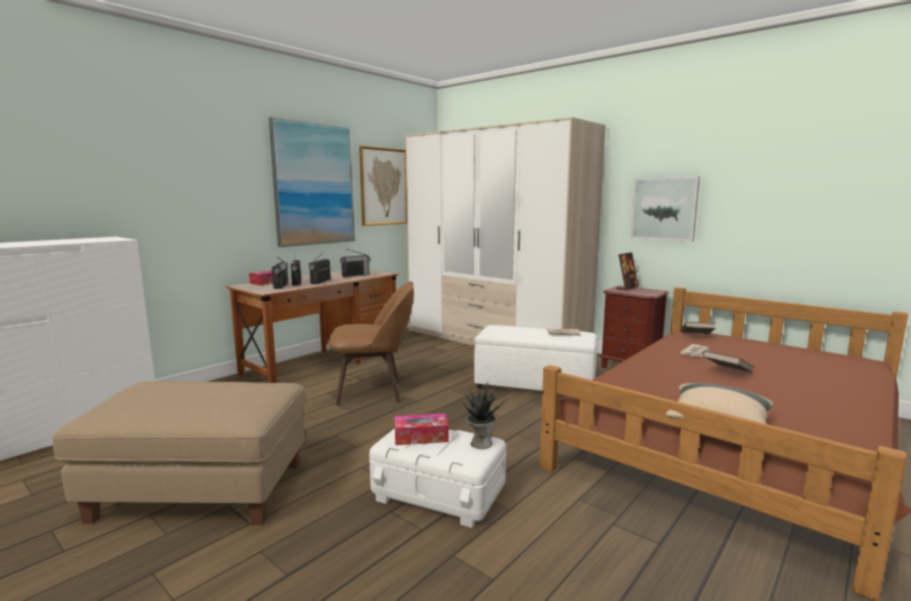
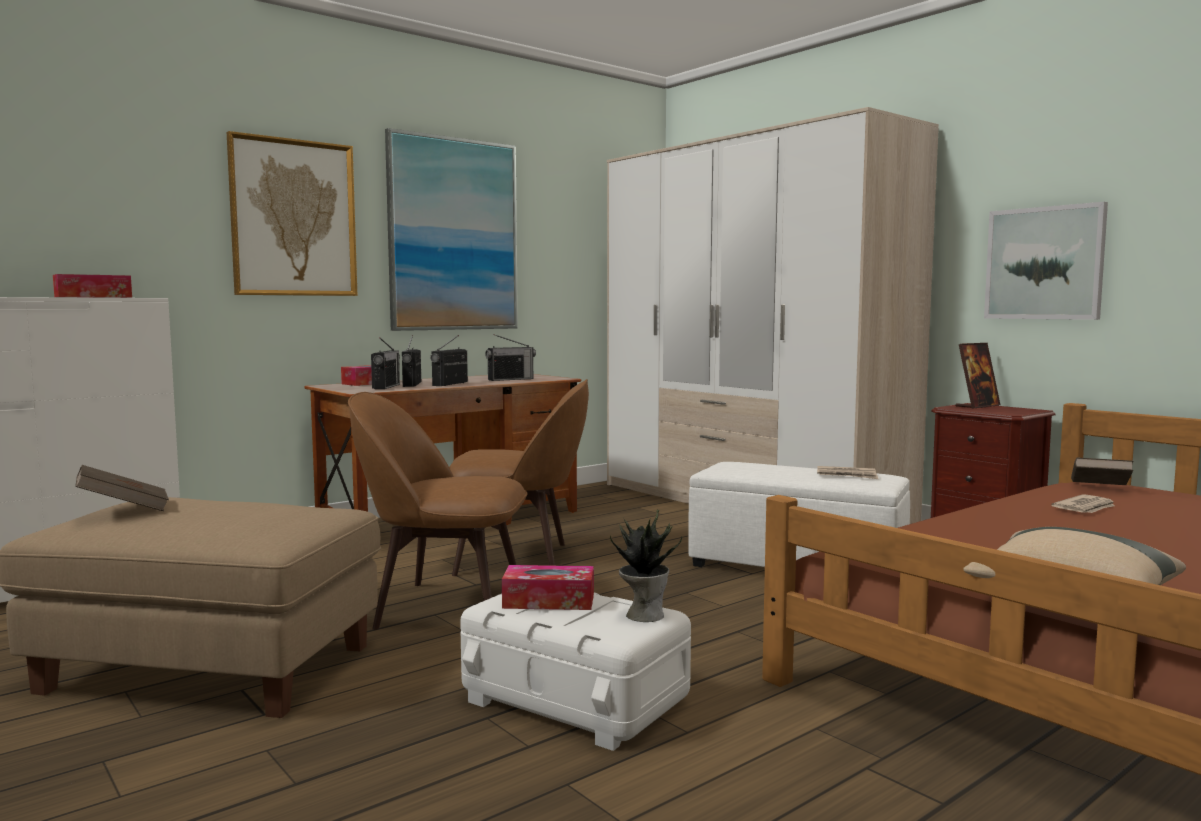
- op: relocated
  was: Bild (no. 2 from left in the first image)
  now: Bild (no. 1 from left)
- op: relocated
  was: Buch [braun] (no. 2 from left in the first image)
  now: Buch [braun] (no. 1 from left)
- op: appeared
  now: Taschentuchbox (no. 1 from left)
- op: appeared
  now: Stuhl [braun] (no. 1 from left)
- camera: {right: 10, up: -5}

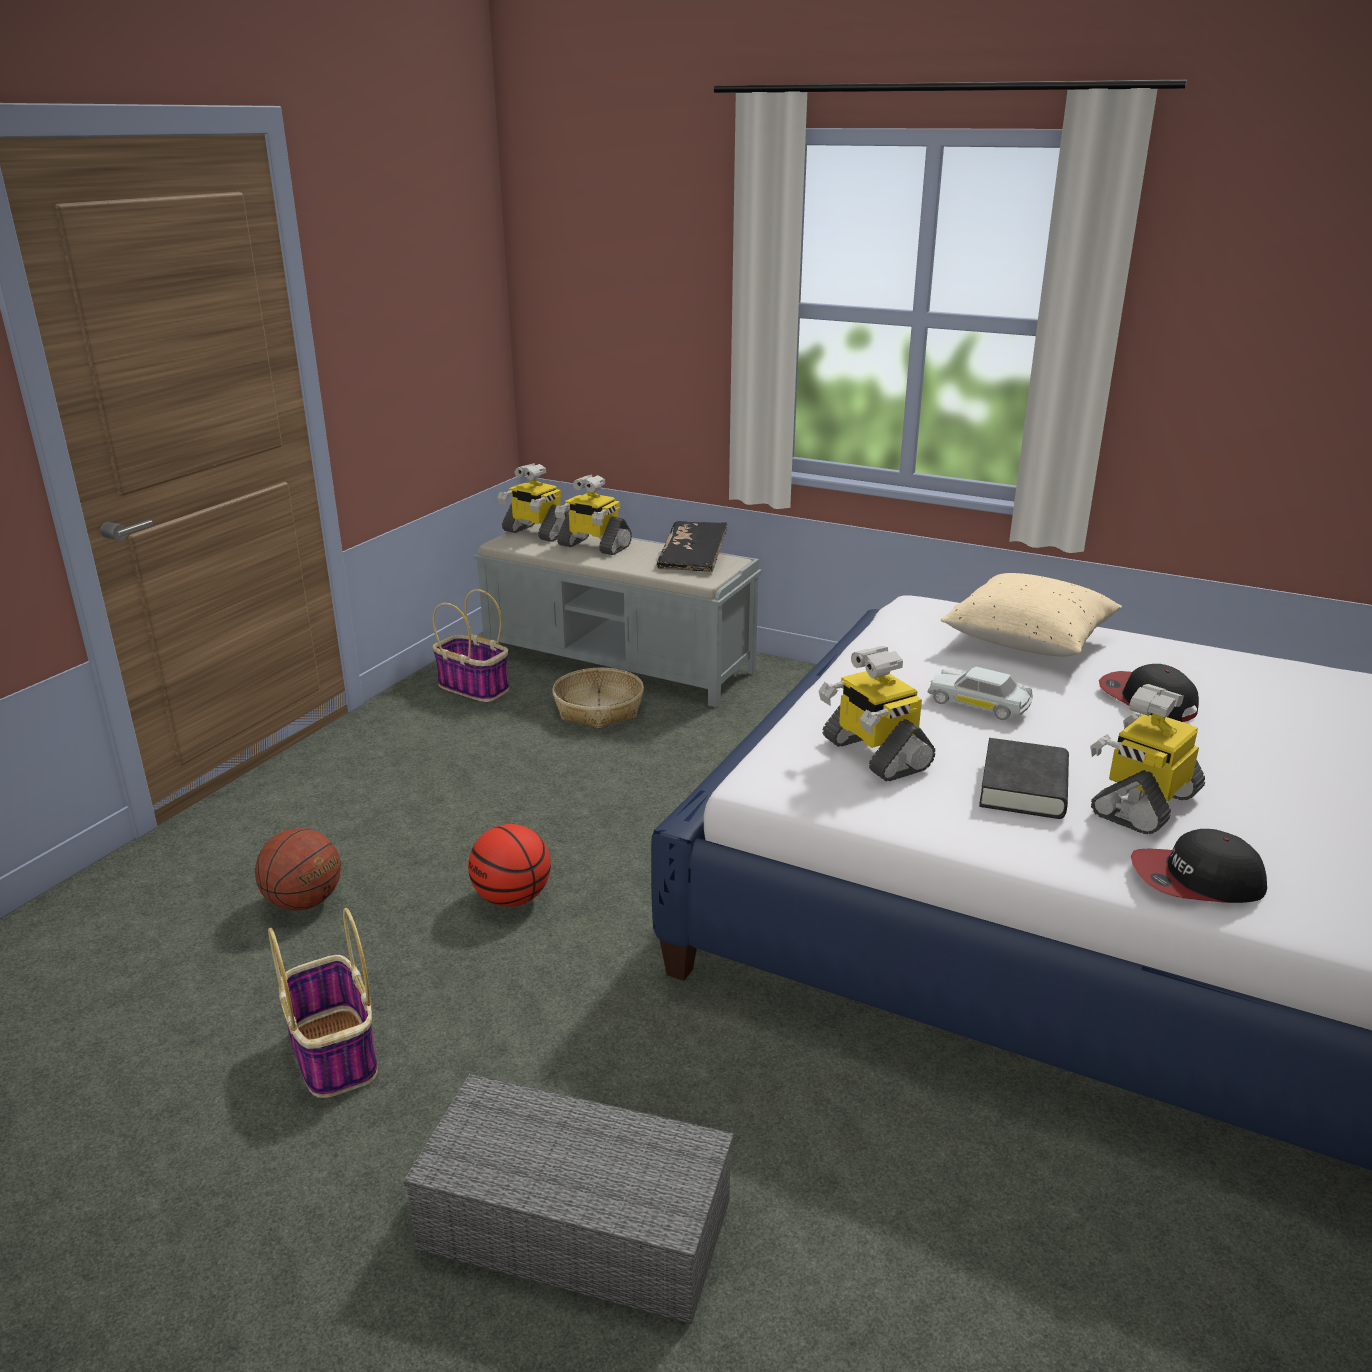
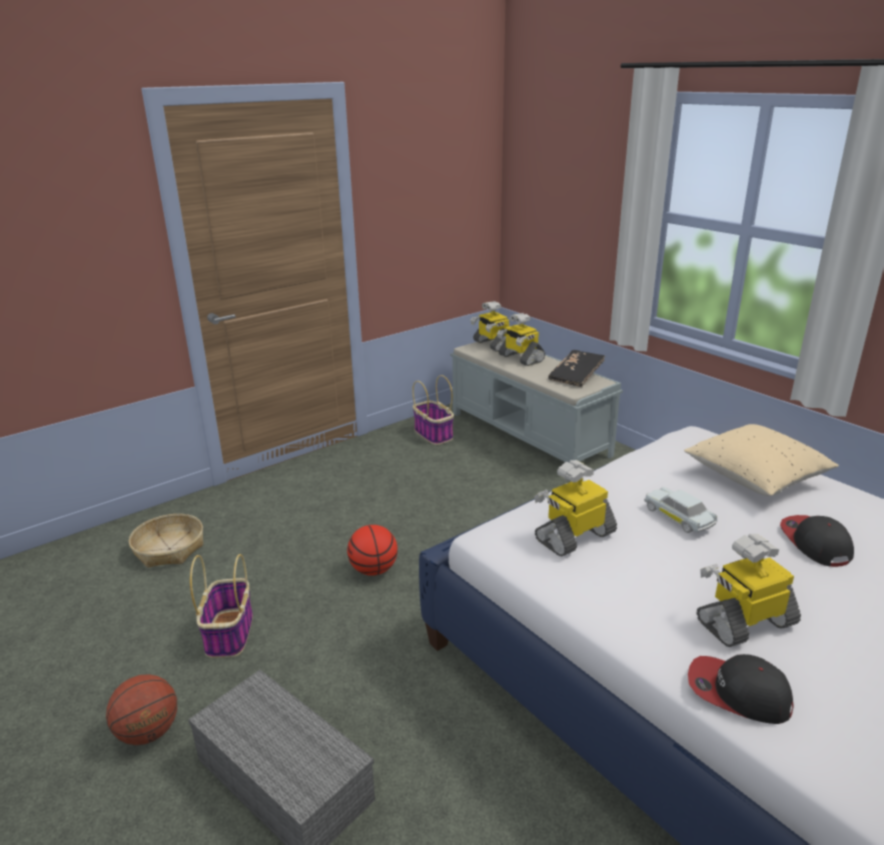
- op: relocated
  was: Basketball (no. 1 from left)
- op: relocated
  was: Korb (no. 3 from left in the first image)
  now: Korb (no. 1 from left)
- op: spun
  was: Spielzeugroboter (no. 3 from left)
  clockwise: 60
- op: missing
  was: Buch [schwarz] (no. 2 from left)
- camera: {right: 25, up: 0}

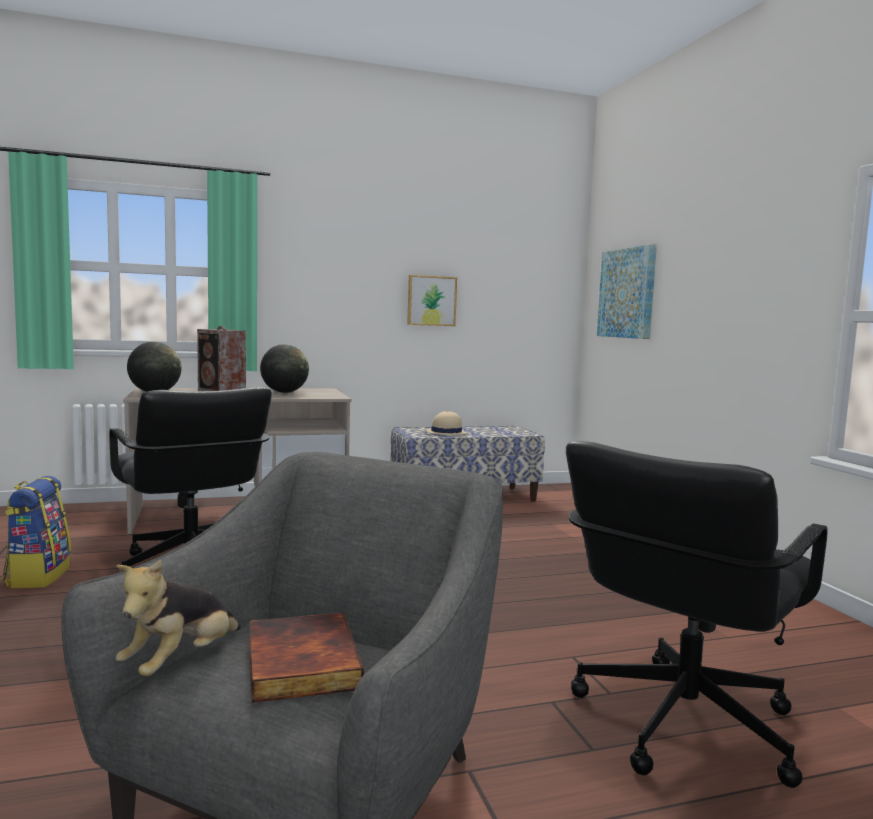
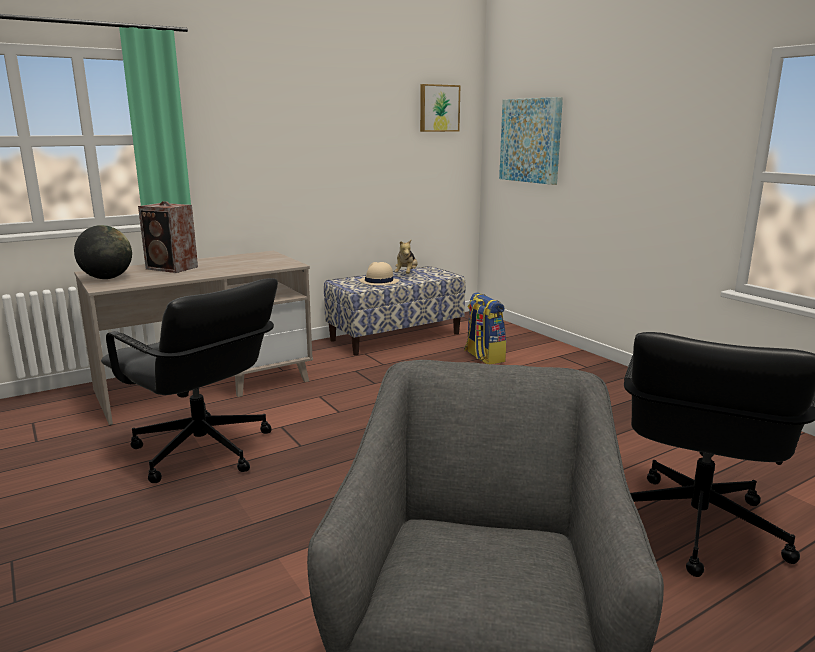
- op: relocated
  was: Rucksack
- op: relocated
  was: Plüschtier
- op: missing
  was: Buch
- op: missing
  was: Globus (no. 2 from left)
- op: relocated
  was: Bild (no. 1 from left)
- camera: {right: -15, up: 10}

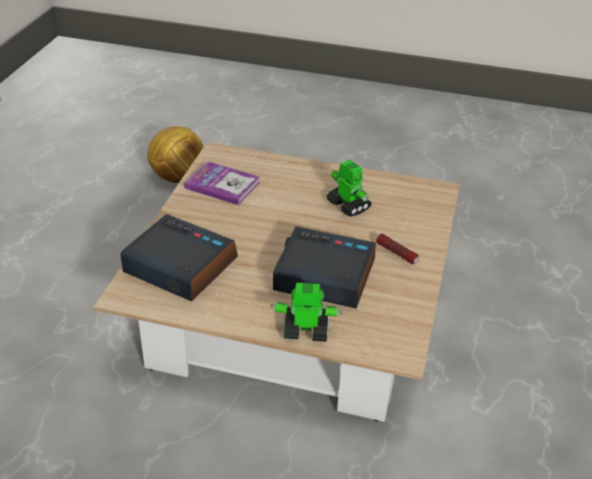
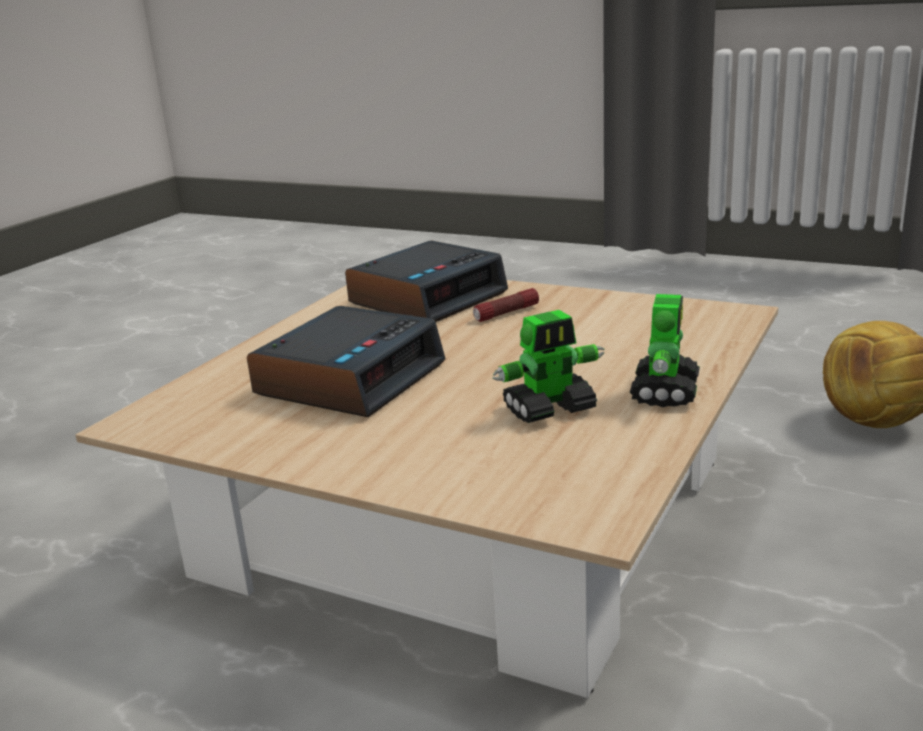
- op: missing
  was: Buch
- op: relocated
  was: Spielzeugroboter (no. 1 from left in the first image)
  now: Spielzeugroboter (no. 2 from left)
- op: relocated
  was: Taschenlampe
- camera: {right: 105, up: -15}

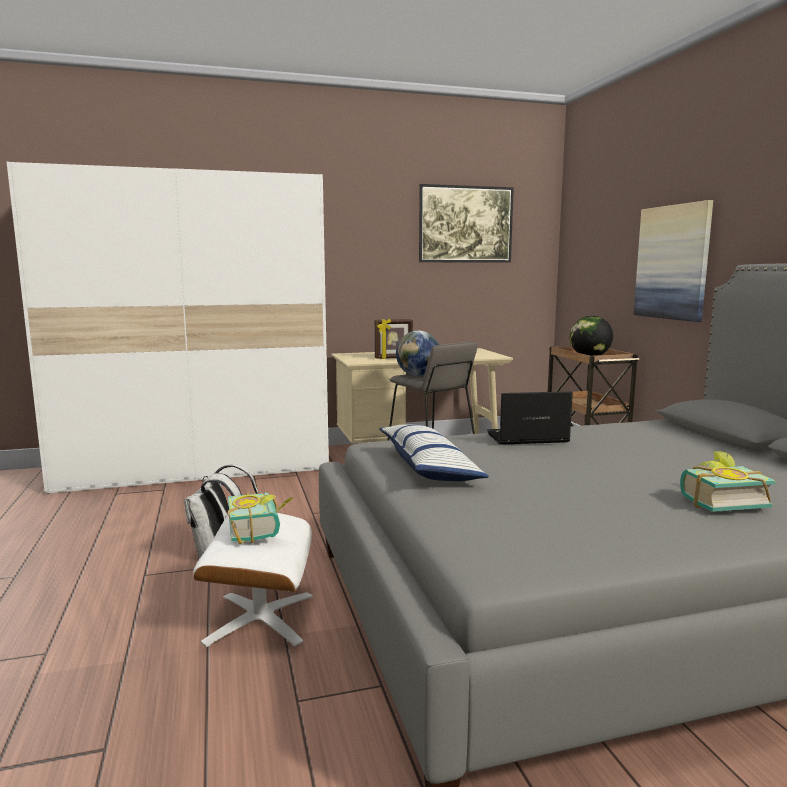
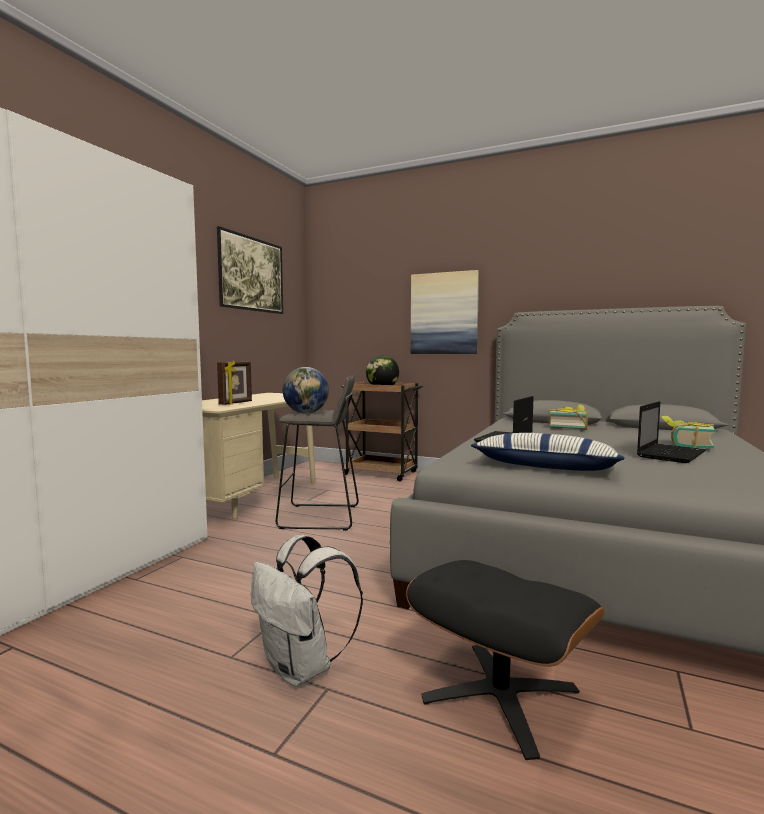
- op: colour
  was: Polsterhocker [weiß]
  now: Polsterhocker [schwarz]
- op: relocated
  was: Buch (no. 1 from left)
- op: appeared
  now: Laptop (no. 2 from left)
- camera: {right: -50, up: -5}

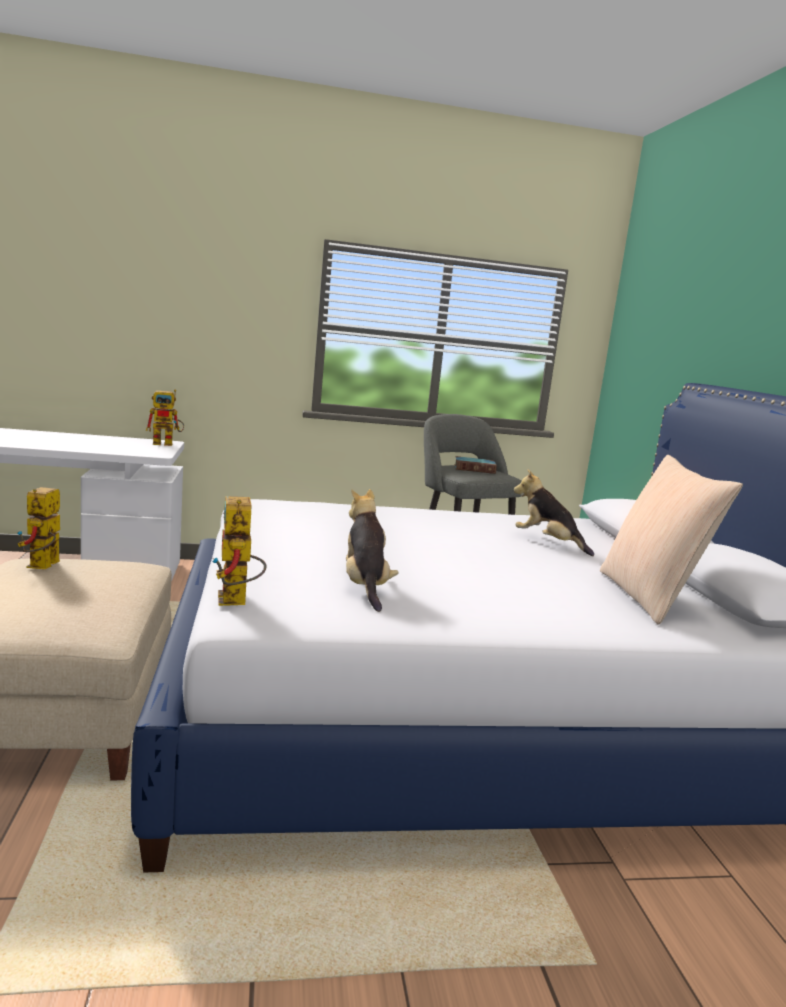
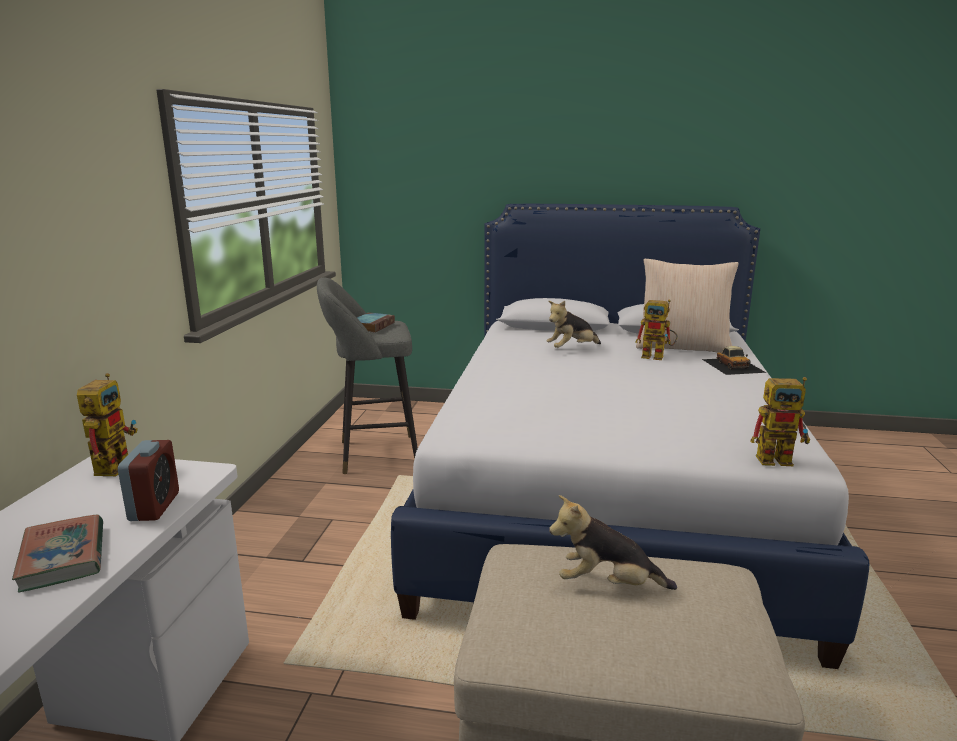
- op: relocated
  was: Spielzeugroboter (no. 1 from left in the first image)
  now: Spielzeugroboter (no. 2 from left)
- op: relocated
  was: Plüschtier (no. 1 from left in the first image)
  now: Plüschtier (no. 2 from left)
- op: appeared
  now: Buch (no. 1 from left)
- op: appeared
  now: Wecker
- op: appeared
  now: Spielzeugauto
- camera: {right: -70, up: 5}

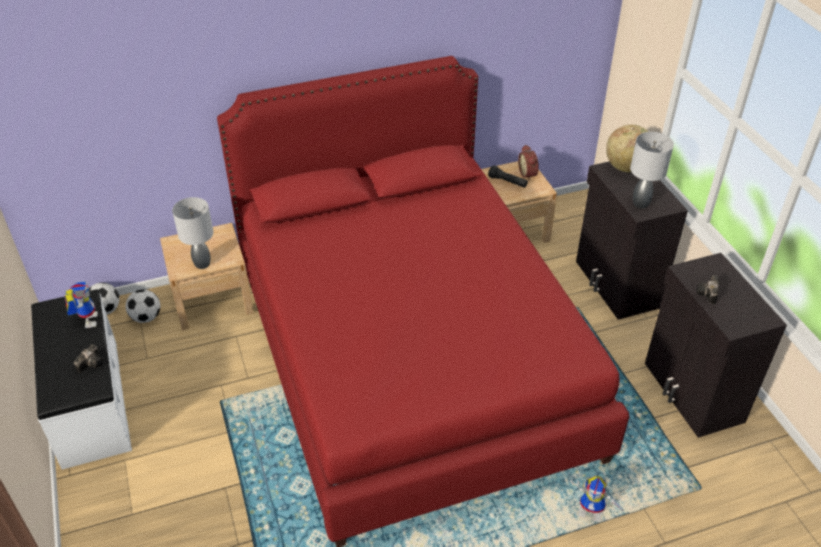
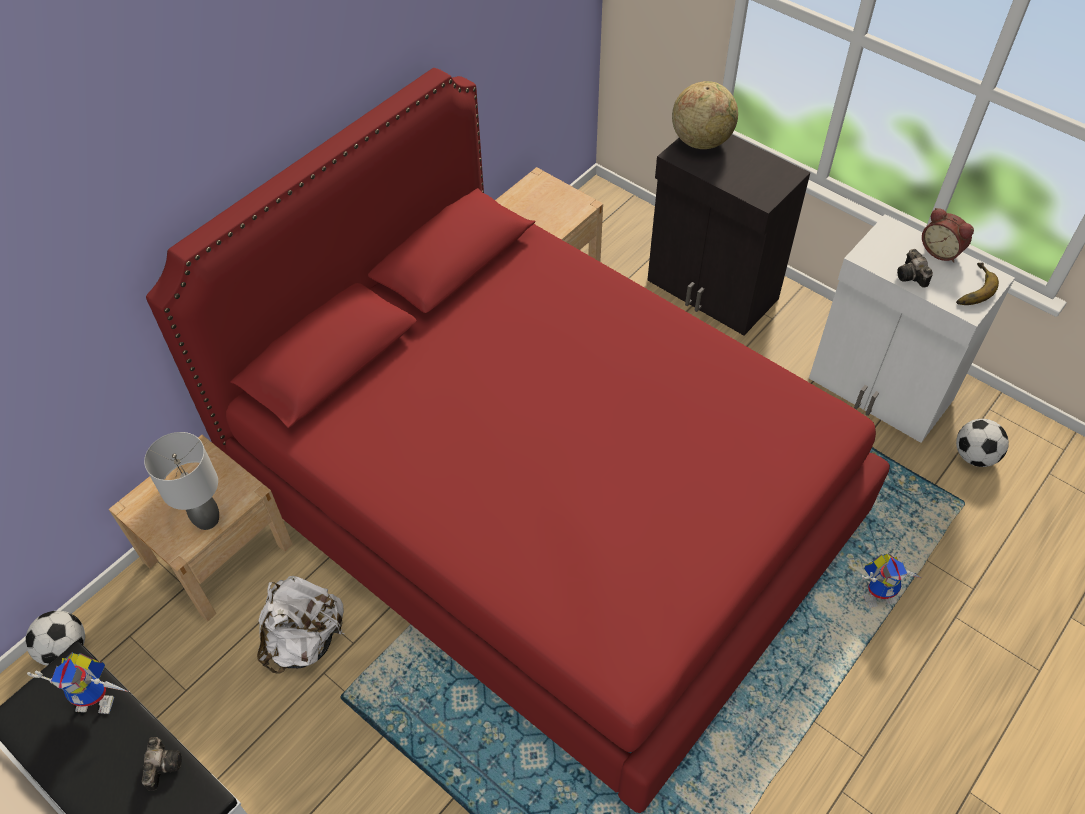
- op: spun
  was: Spielzeugroboter (no. 1 from left)
  clockwise: 135
- op: relocated
  was: Fußball (no. 2 from left)
- op: missing
  was: Taschenlampe [schwarz]
- op: relocated
  was: Wecker
- op: missing
  was: Tischlampe [grau] (no. 2 from left)
- op: colour
  was: Schrank [schwarz] (no. 2 from left)
  now: Schrank [weiß]
- op: appeared
  now: Rucksack [weiß]
- op: appeared
  now: Banane
- camera: {right: -30, up: 10}

